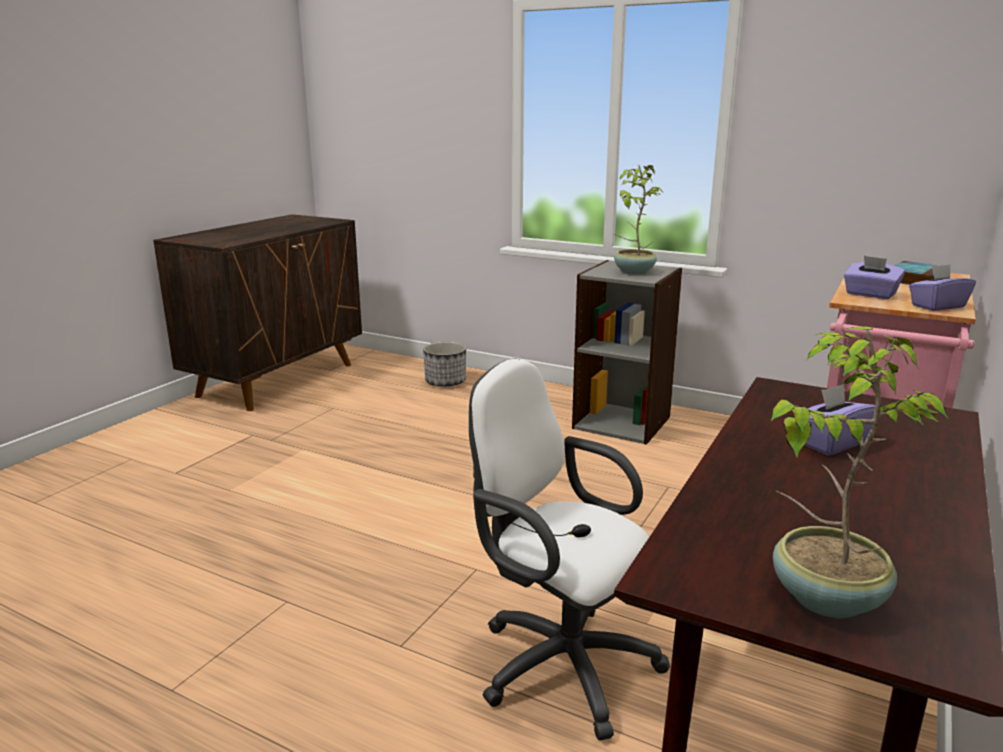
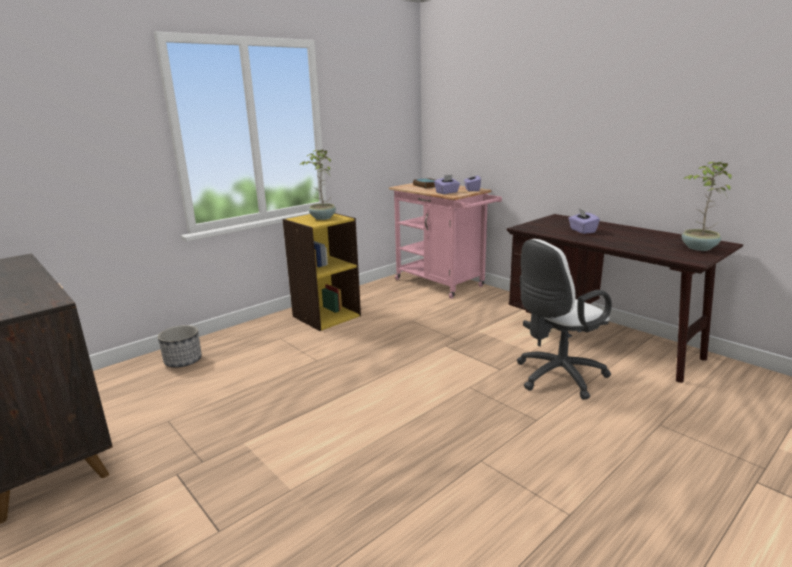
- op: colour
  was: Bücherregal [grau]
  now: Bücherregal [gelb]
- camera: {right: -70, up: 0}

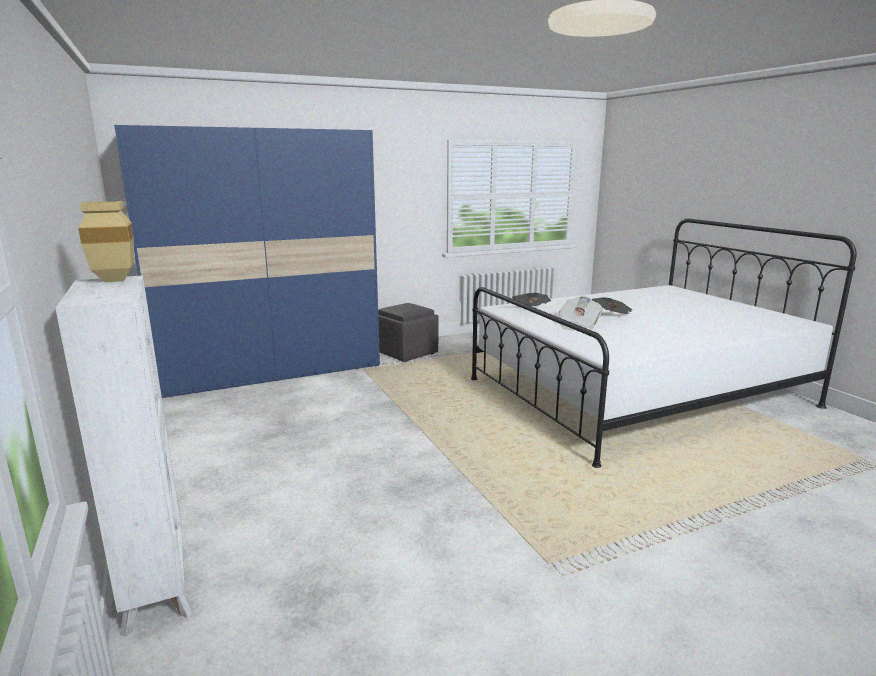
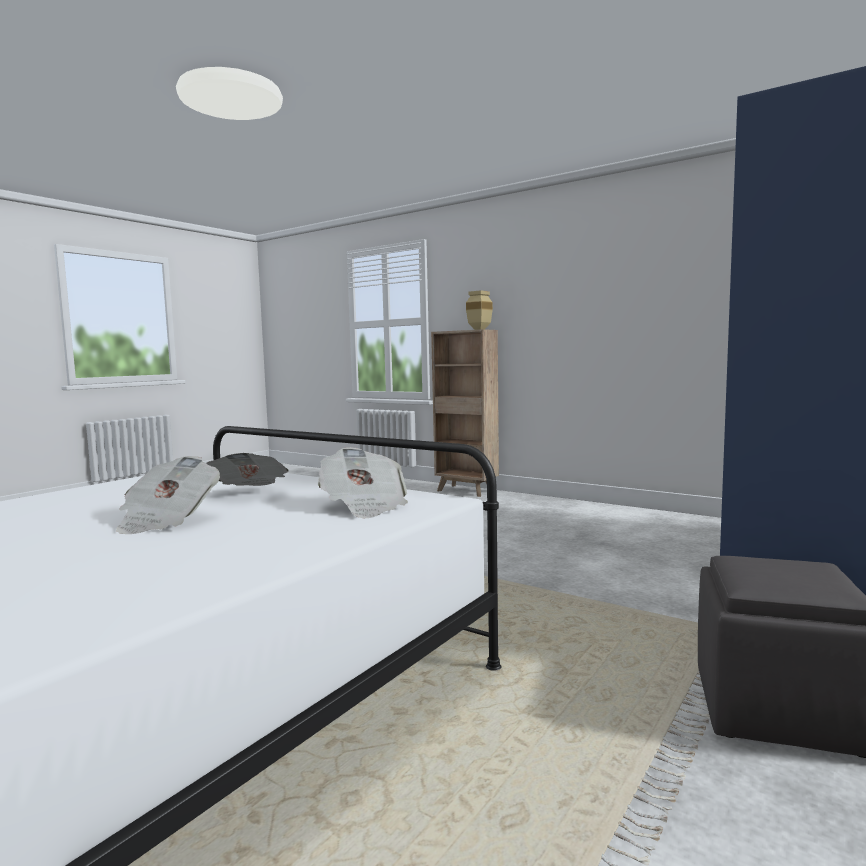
- op: colour
  was: Bücherregal [weiß]
  now: Bücherregal [braun]
- camera: {right: 150, up: -10}

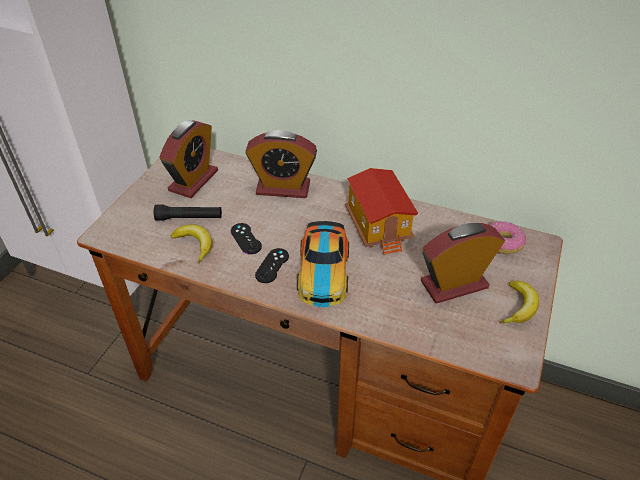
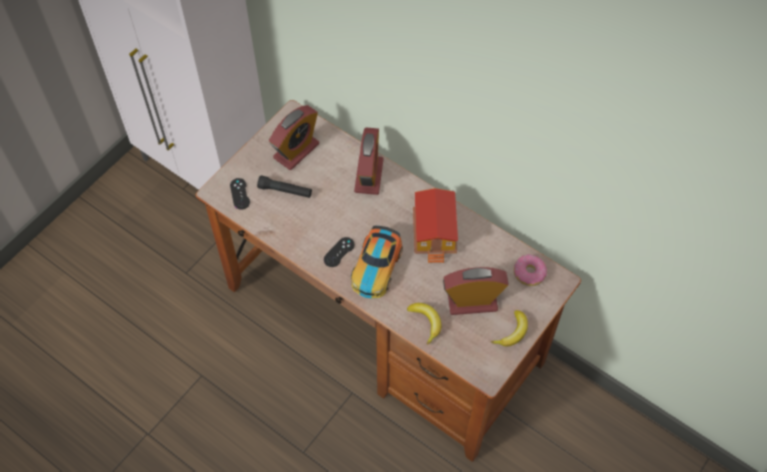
- op: relocated
  was: Banane (no. 1 from left)
- op: relocated
  was: Gamepad [schwarz] (no. 1 from left)
- op: spun
  was: Wecker (no. 2 from left)
  clockwise: -105
- camera: {right: 15, up: 15}

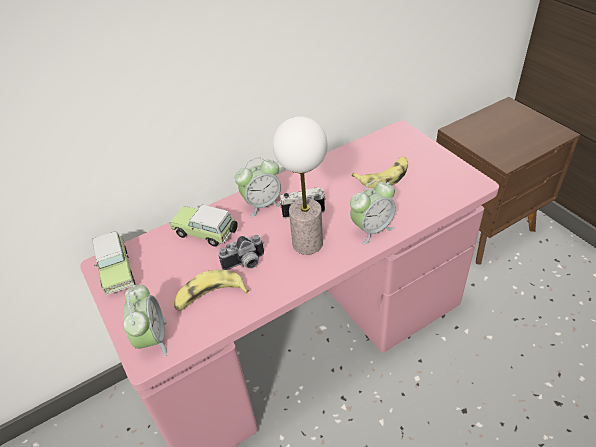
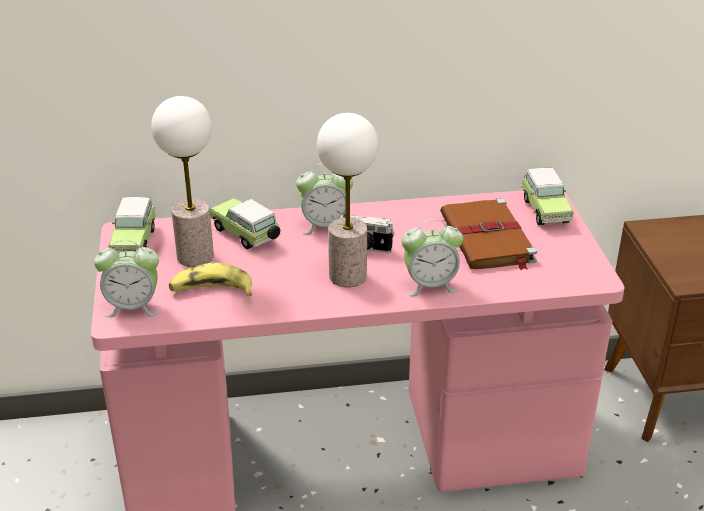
- op: spun
  was: Wecker (no. 1 from left)
  clockwise: 75
- op: missing
  was: Kamera (no. 1 from left)
- op: exchanged
  was: Banane (no. 2 from left)
  now: Buch [braun]
- op: appeared
  now: Tischlampe (no. 1 from left)
- op: appeared
  now: Spielzeugauto (no. 3 from left)
- camera: {right: 20, up: -10}

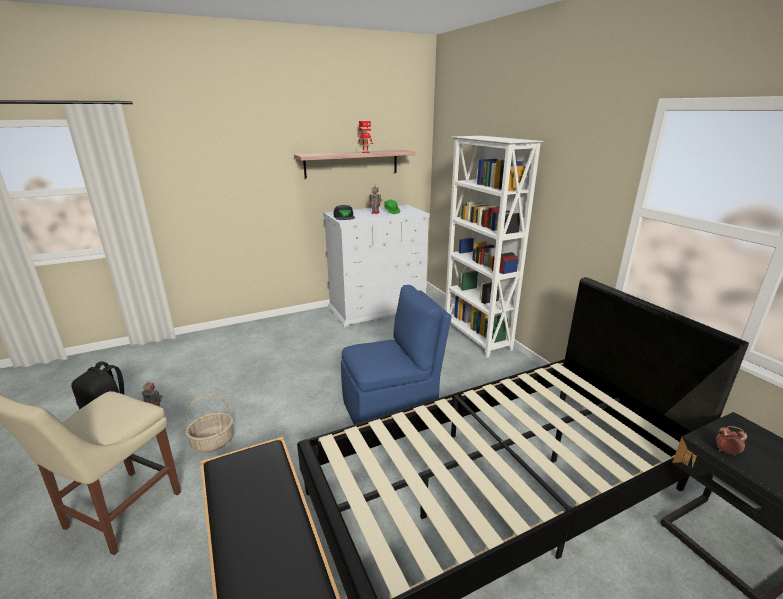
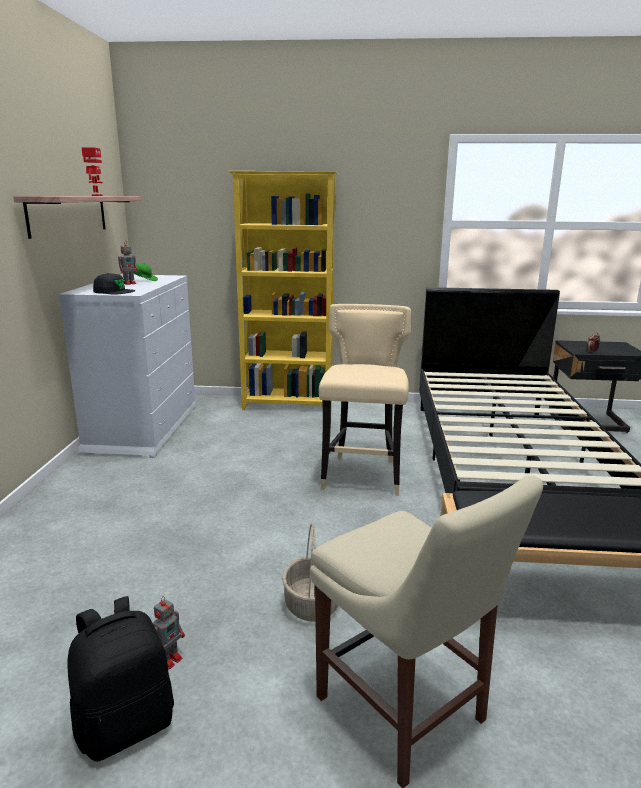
- op: exchanged
  was: Stuhl [blau]
  now: Hocker [beige]
- op: colour
  was: Bücherregal [weiß]
  now: Bücherregal [gelb]
- camera: {right: -60, up: -5}

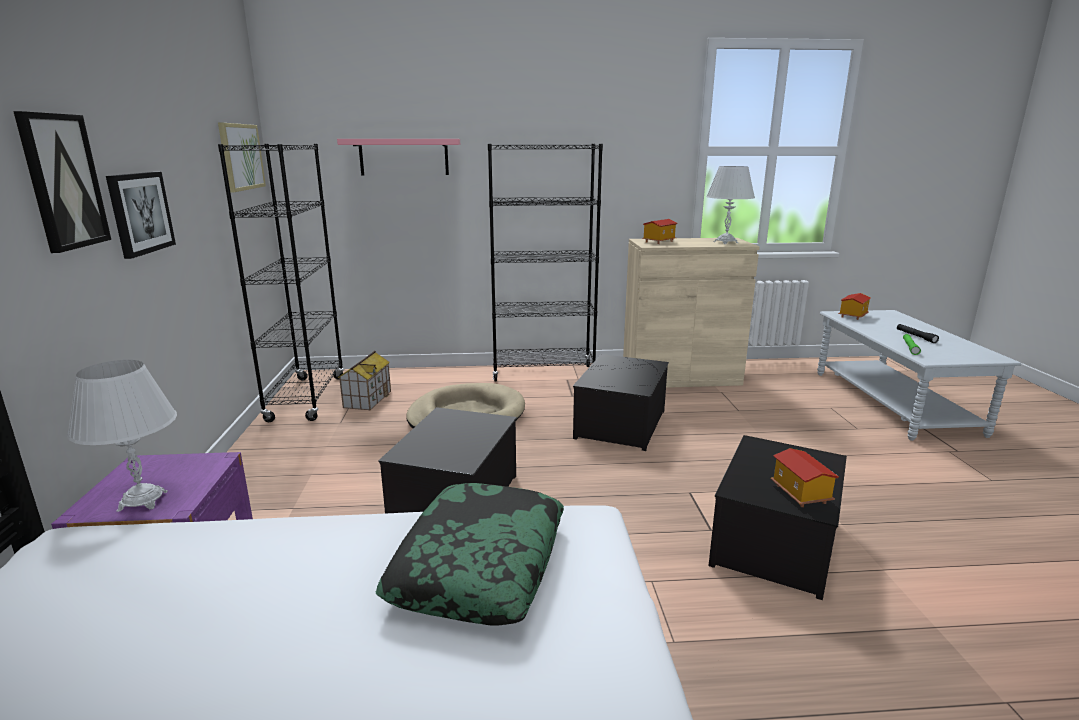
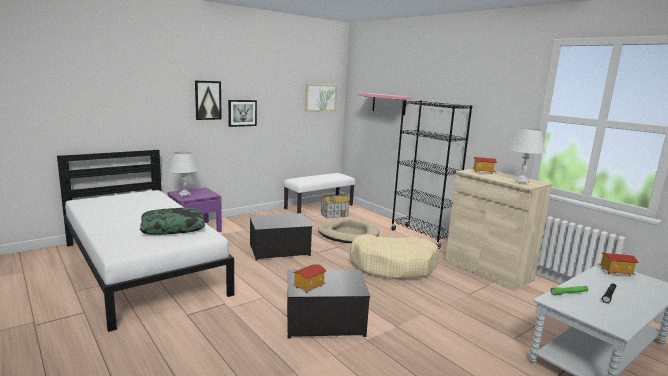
- op: exchanged
  was: Bücherregal [schwarz] (no. 1 from left)
  now: Bank [weiß]
- op: exchanged
  was: Aufbewahrungsbox (no. 2 from left)
  now: Hundebett [beige] (no. 2 from left)
- camera: {right: 55, up: -5}

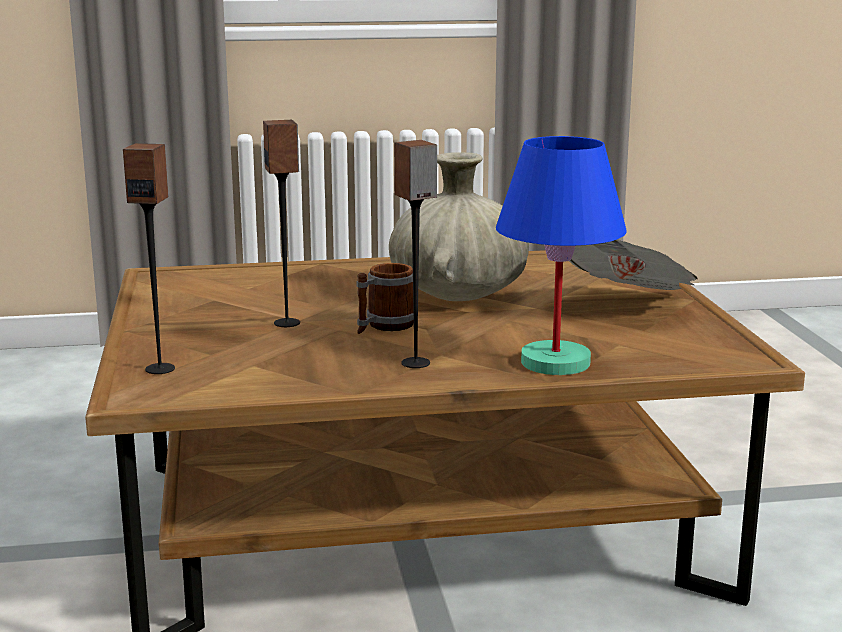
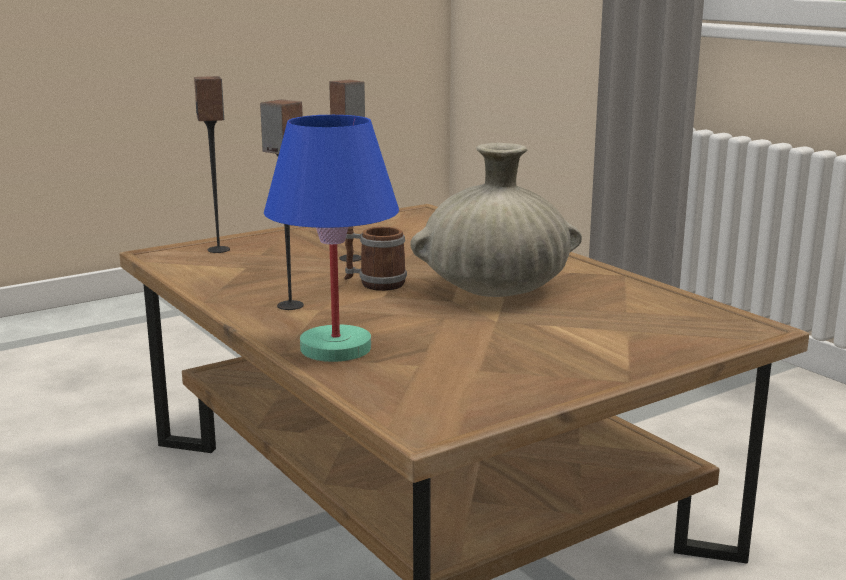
- op: missing
  was: Zeitung
- camera: {right: 65, up: 0}

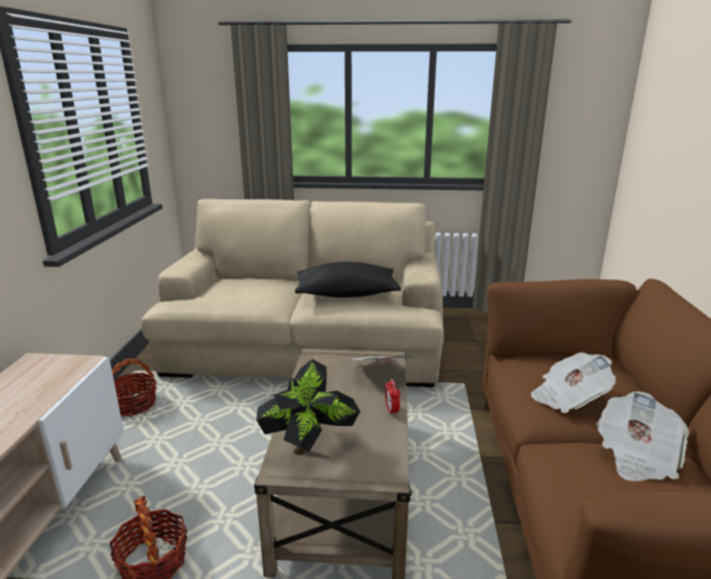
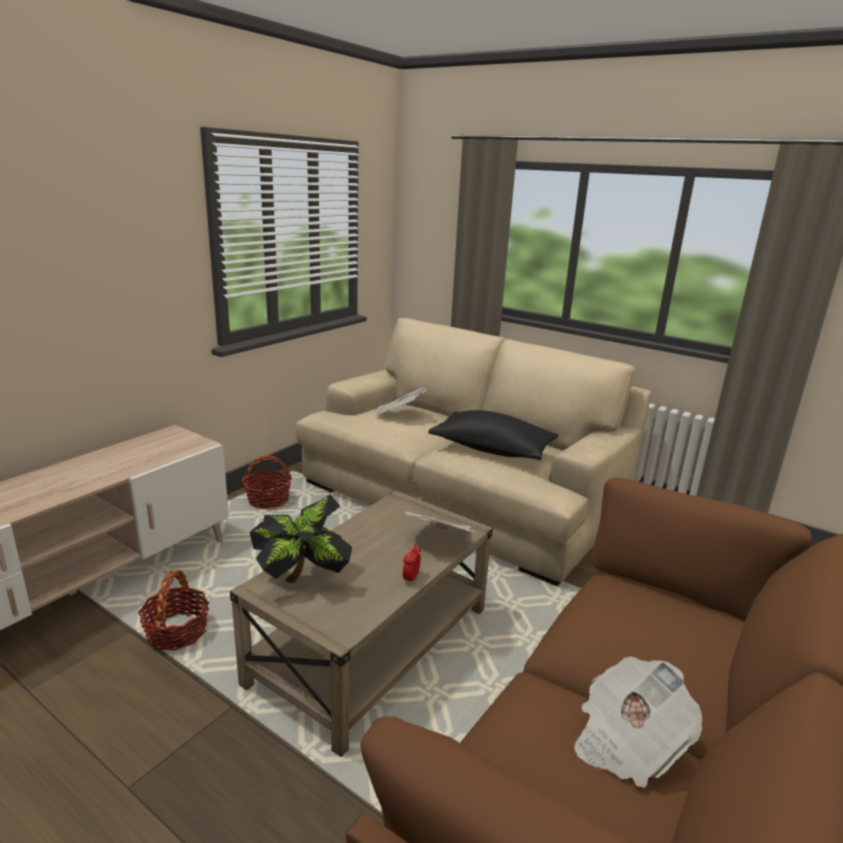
- op: relocated
  was: Zeitung (no. 2 from left in the first image)
  now: Zeitung (no. 1 from left)
- camera: {right: 30, up: 0}

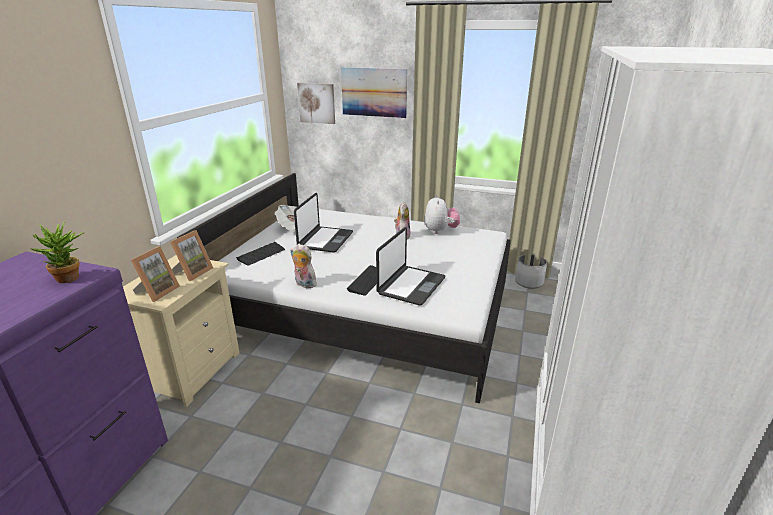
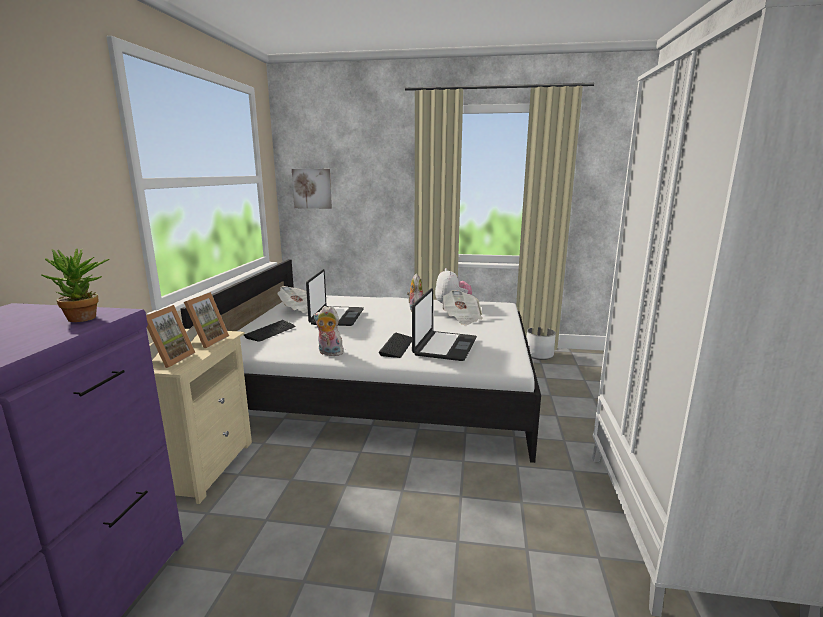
- op: missing
  was: Bild (no. 2 from left)
- op: appeared
  now: Zeitung (no. 2 from left)
- camera: {right: -10, up: -10}

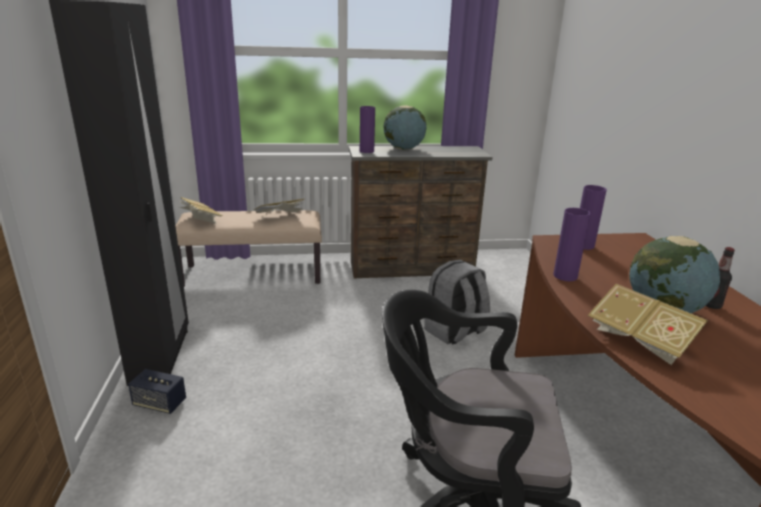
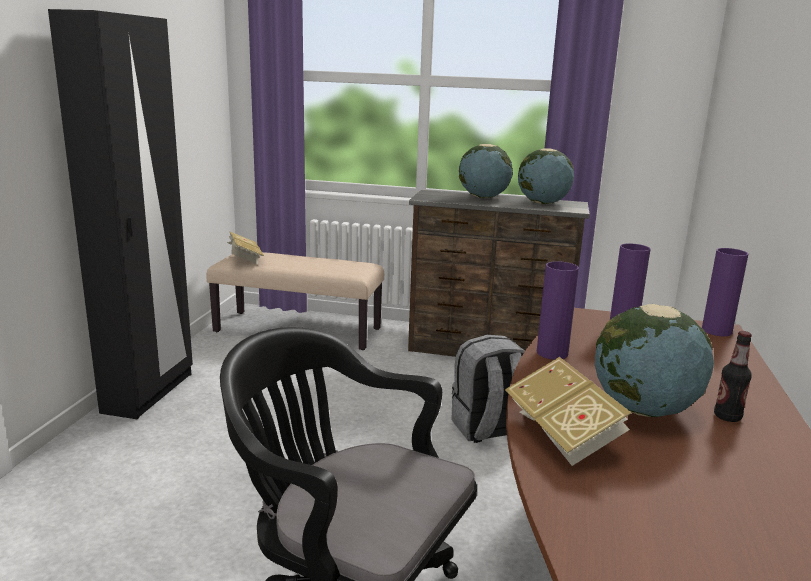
- op: missing
  was: Lautsprecher
- op: missing
  was: Buch (no. 2 from left)
- op: relocated
  was: Vase [lila] (no. 1 from left in the first image)
  now: Vase [lila] (no. 3 from left)
- op: appeared
  now: Globus (no. 2 from left)
- camera: {right: 20, up: -5}

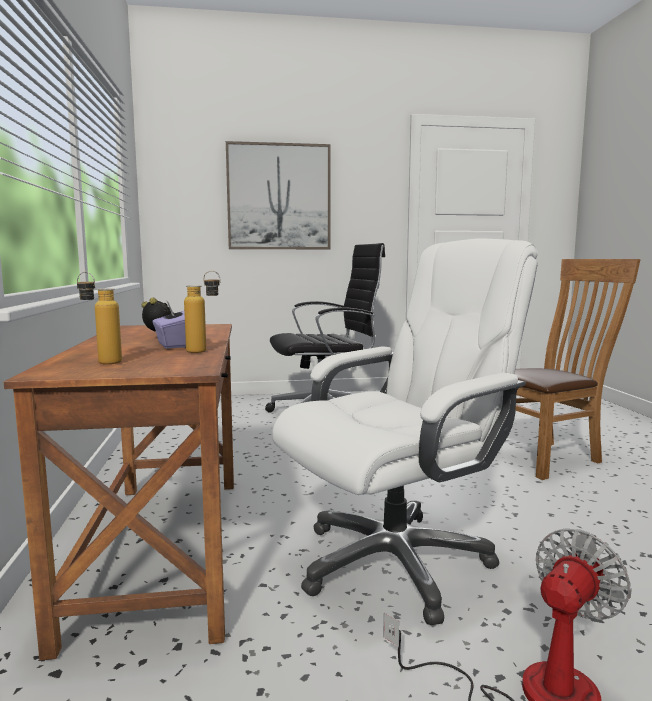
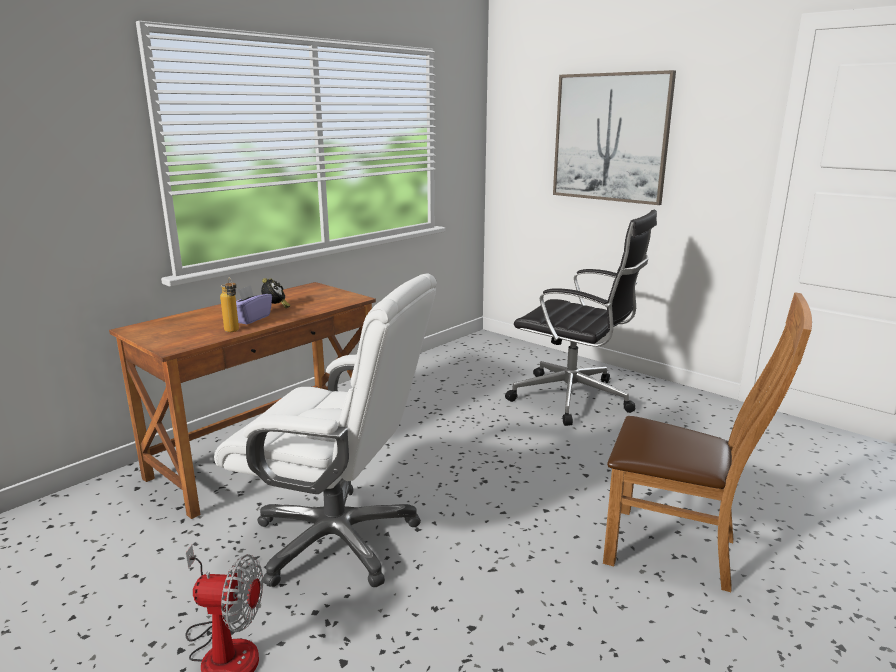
- op: missing
  was: Flasche (no. 1 from left)
- camera: {right: 50, up: 10}

